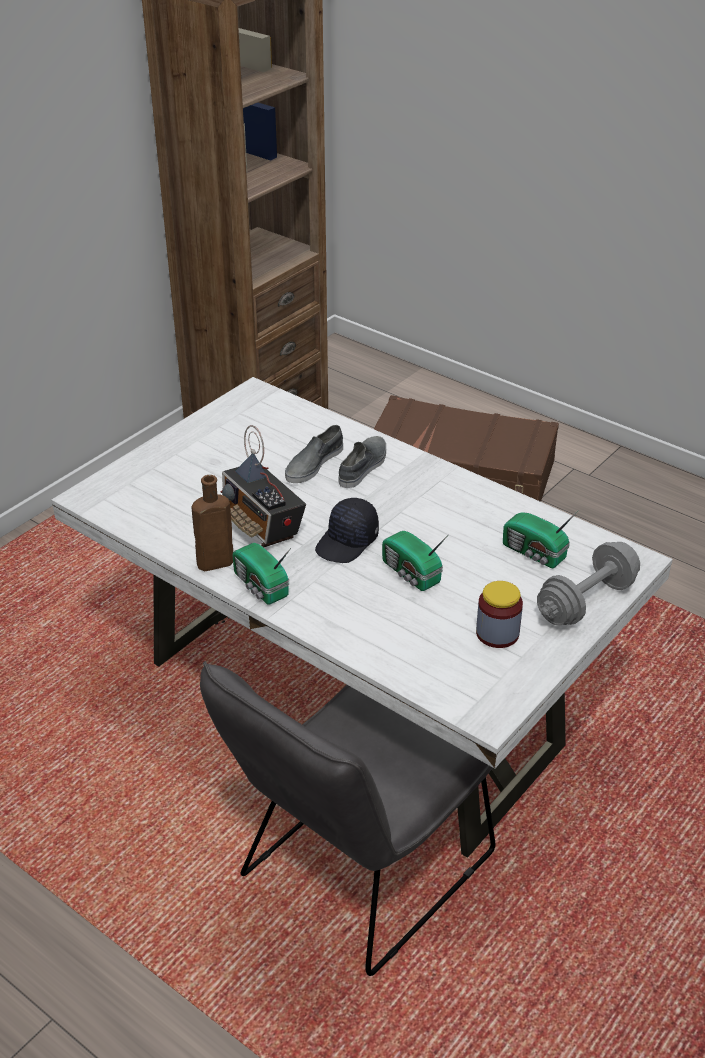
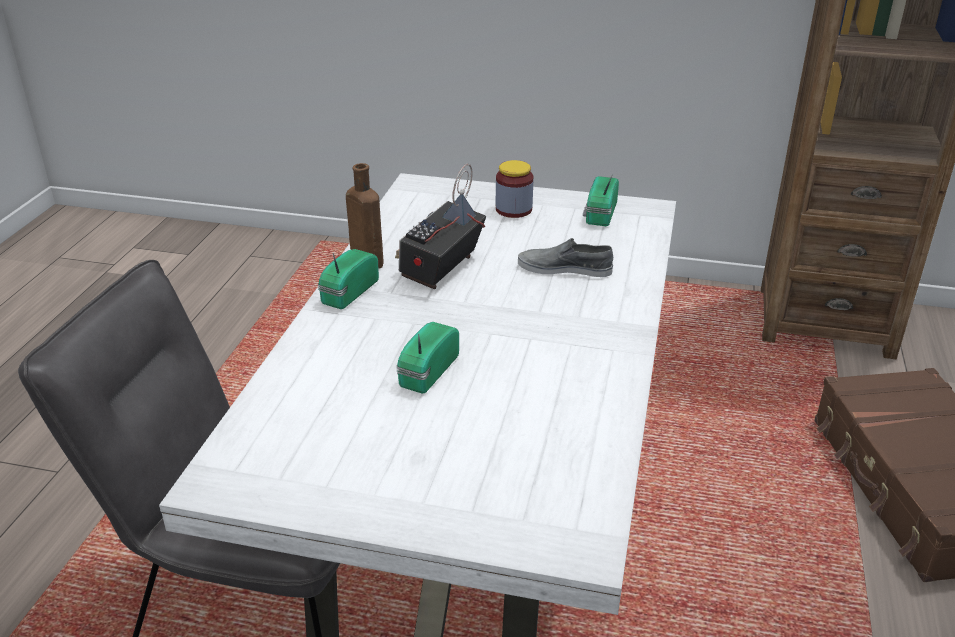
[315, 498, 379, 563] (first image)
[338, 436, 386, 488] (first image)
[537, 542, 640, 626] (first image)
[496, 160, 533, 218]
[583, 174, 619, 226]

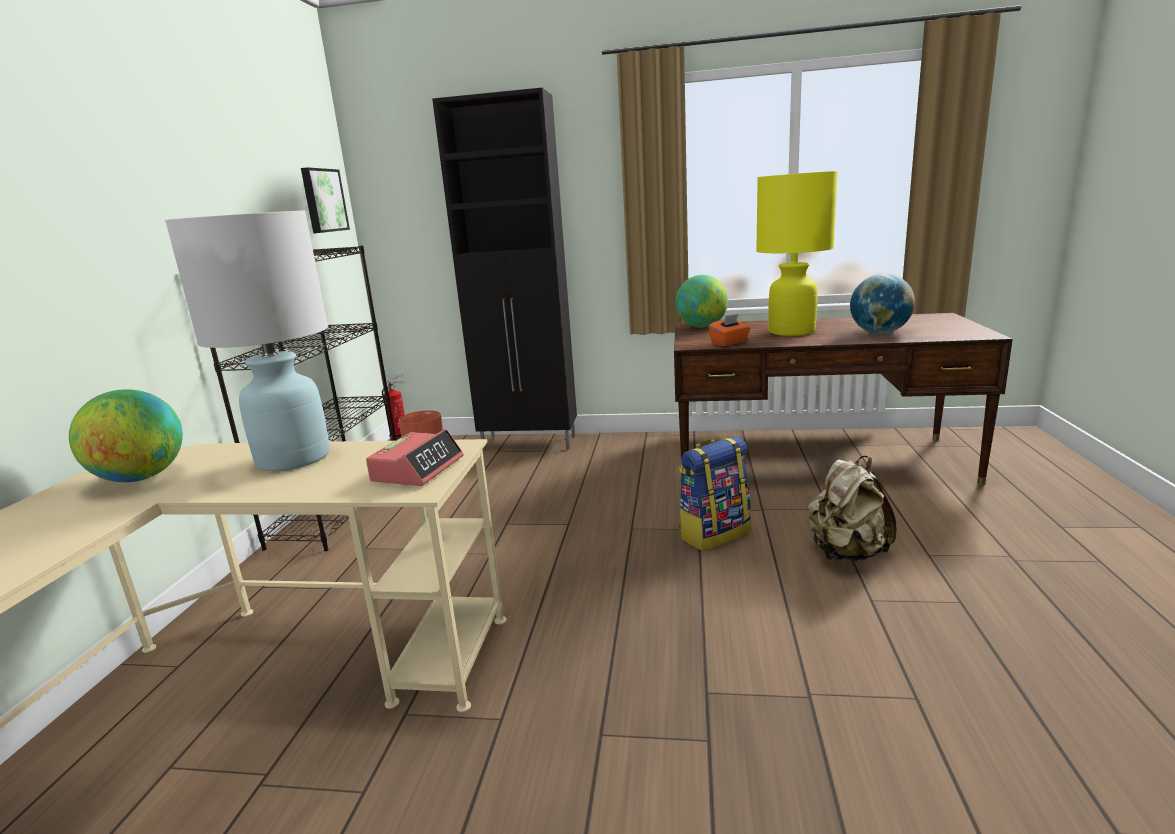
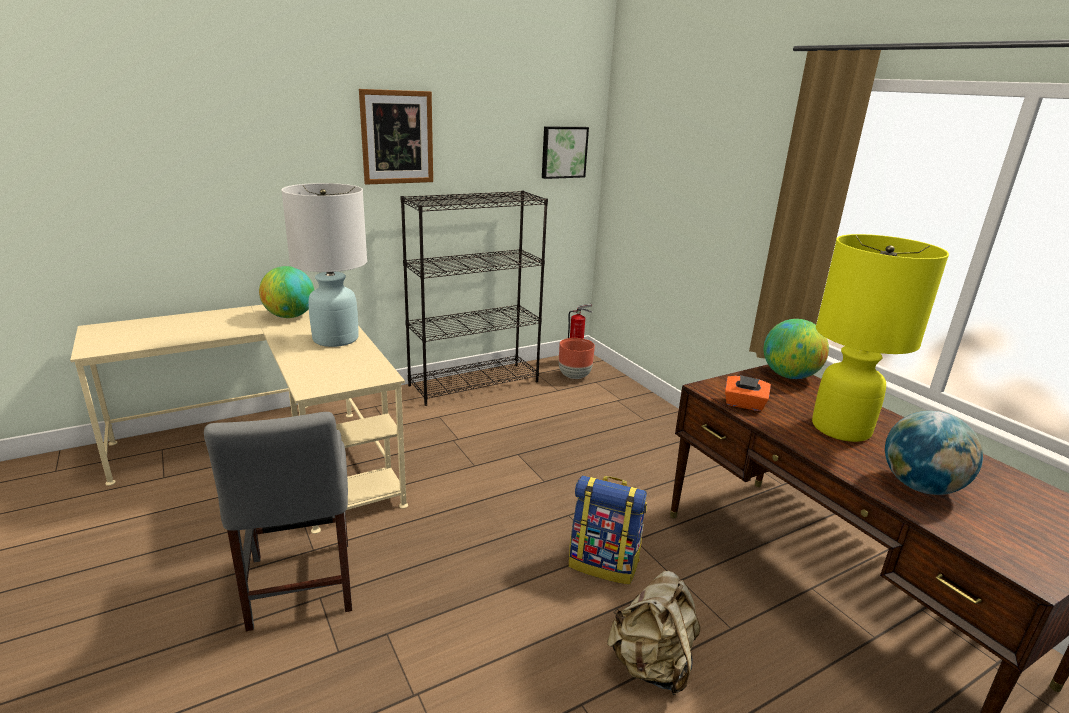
[366, 429, 464, 486] (first image)
[432, 88, 577, 451] (first image)
[204, 412, 352, 631]
[359, 89, 433, 185]

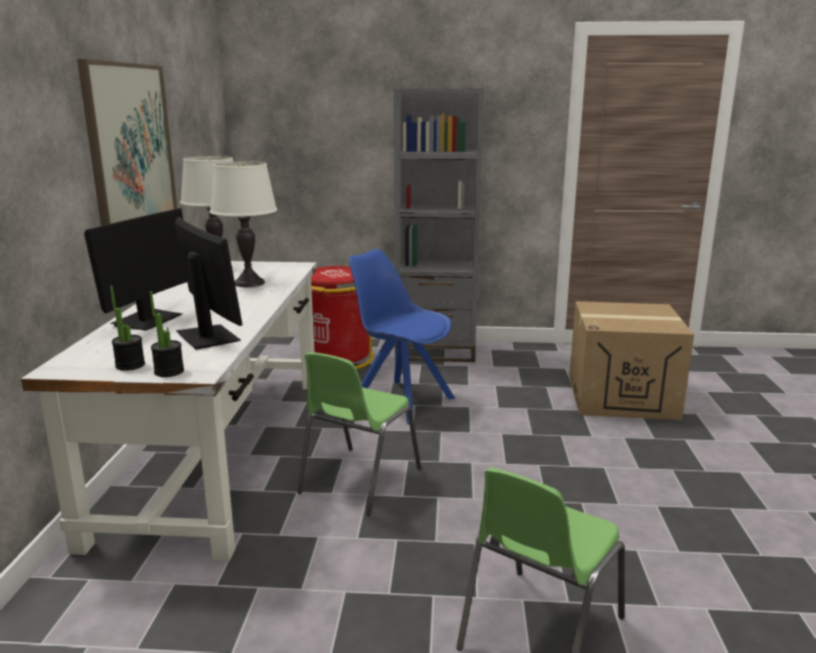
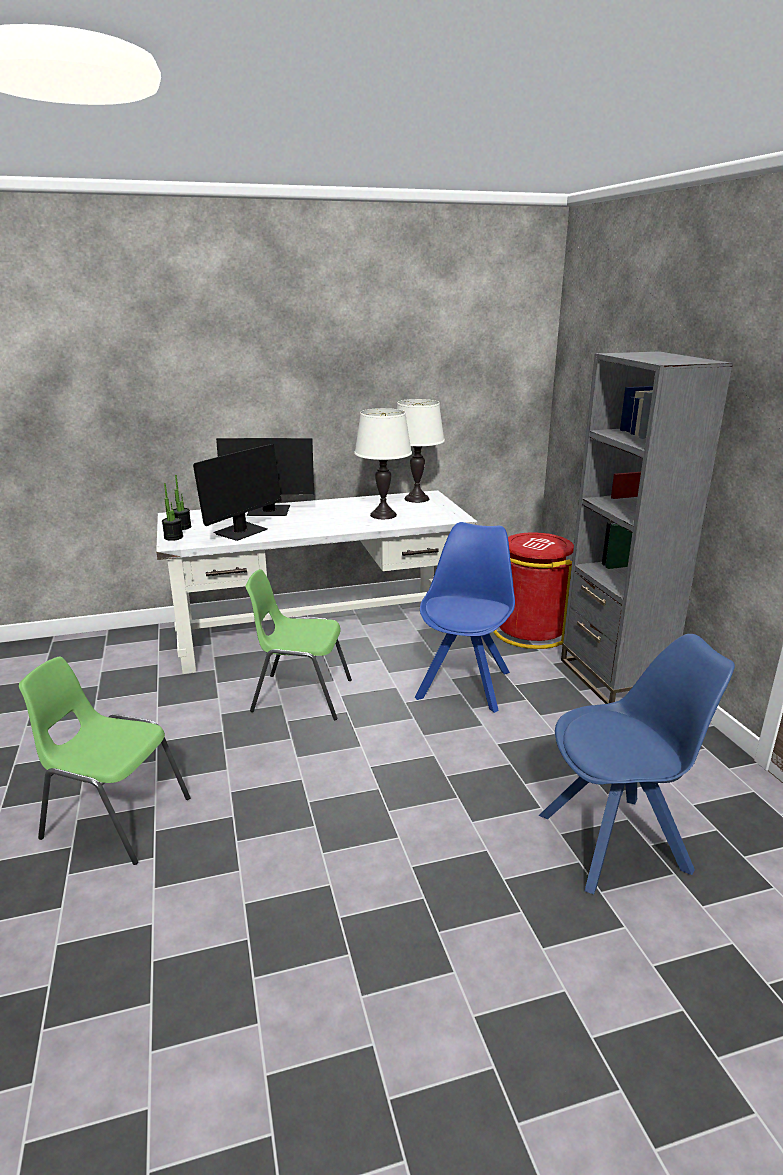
[77, 59, 178, 226] (first image)
[539, 634, 735, 894]

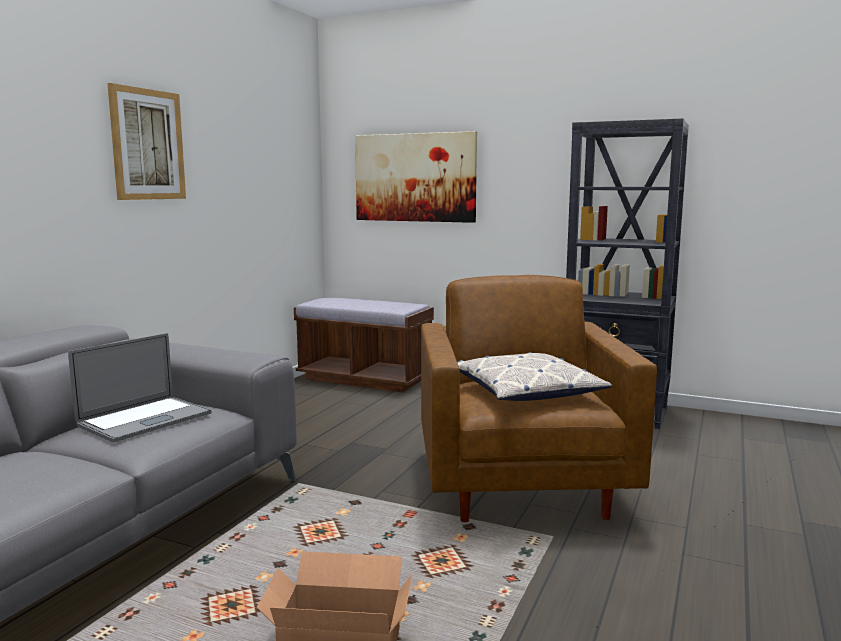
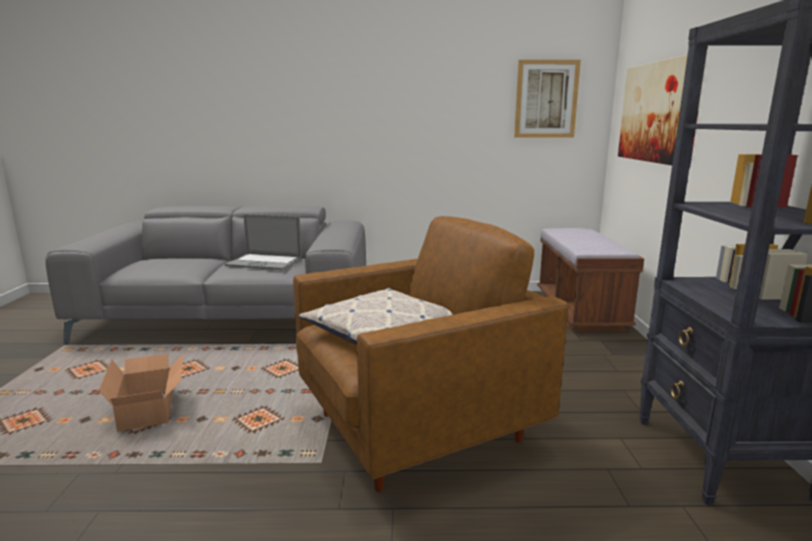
[514, 60, 581, 138]

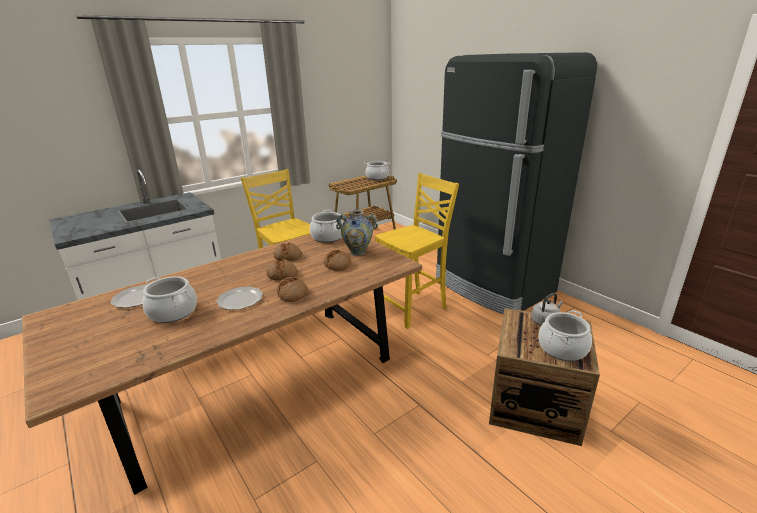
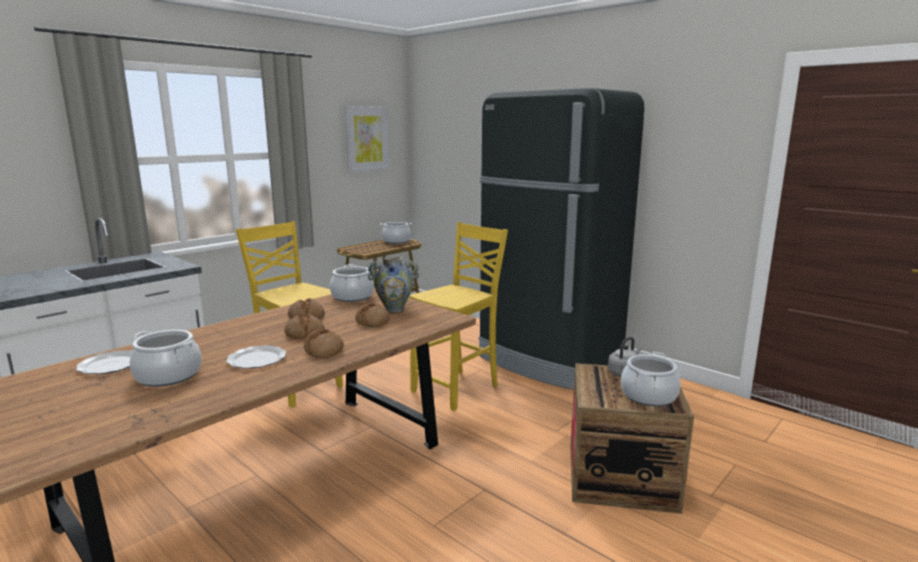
[344, 106, 389, 172]

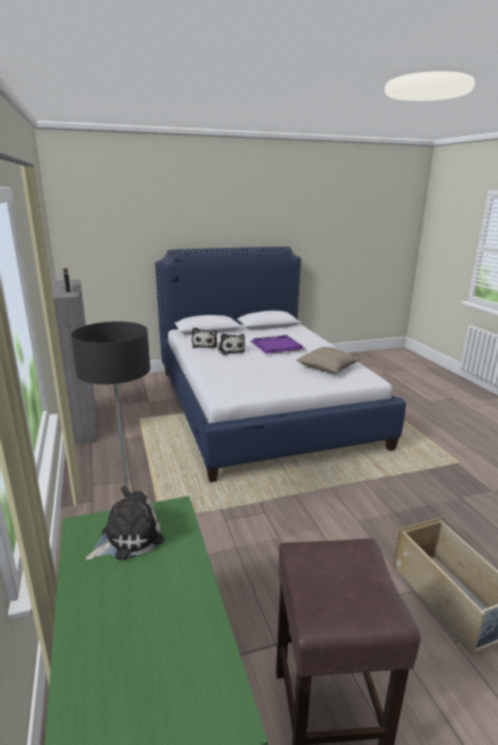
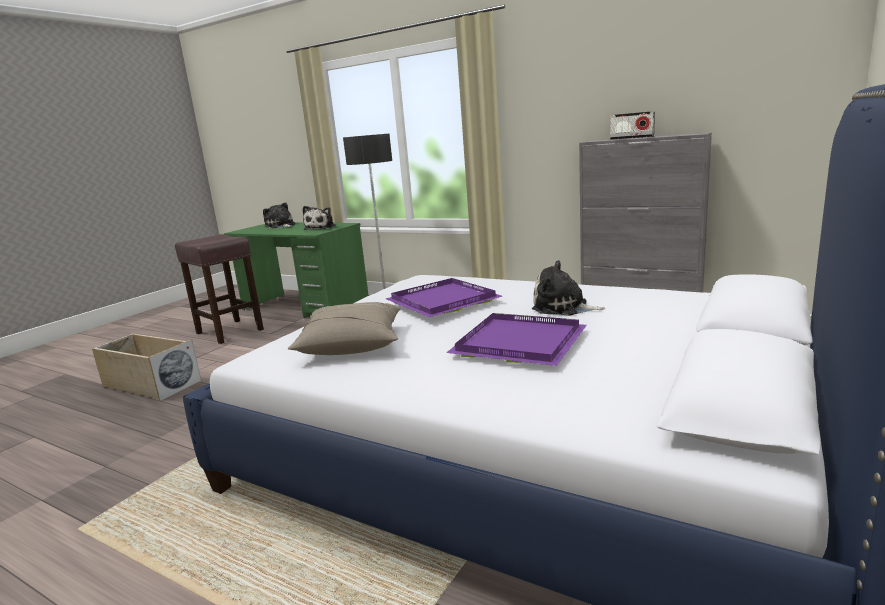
[386, 278, 502, 317]
[263, 202, 296, 228]

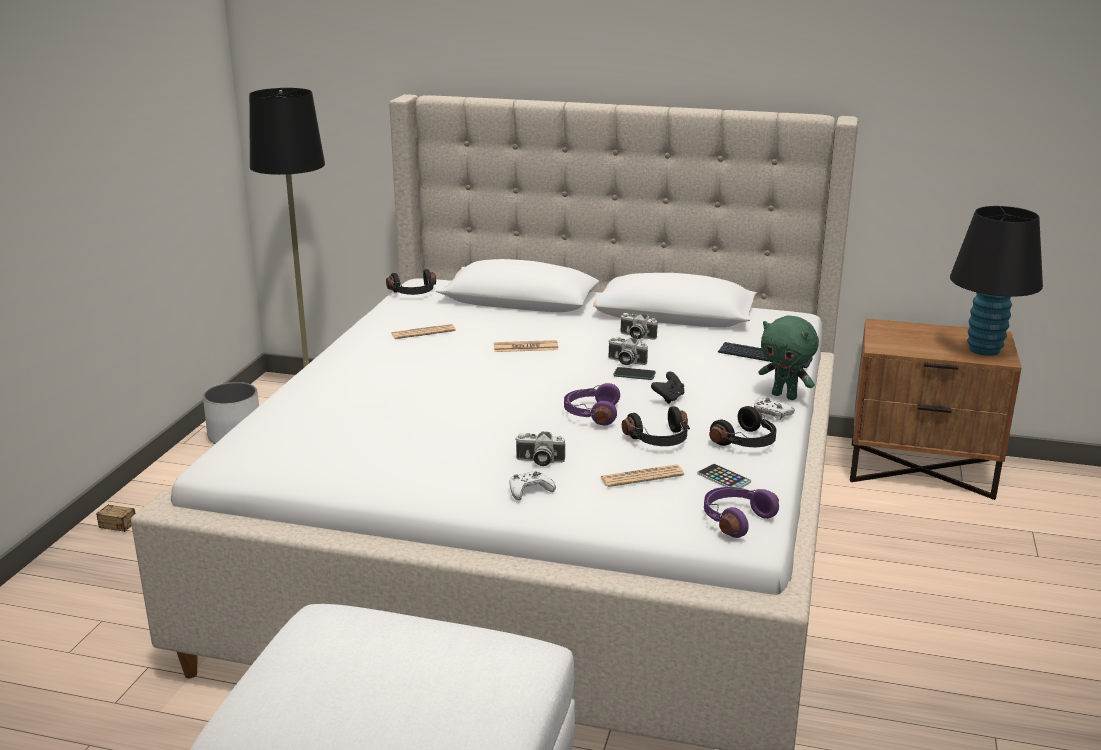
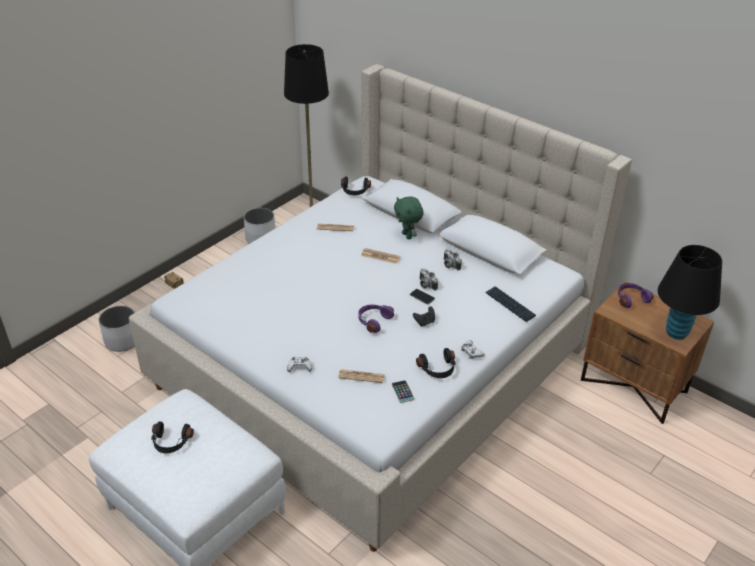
[515, 431, 565, 466] (first image)
[99, 306, 135, 352]
[151, 421, 194, 453]
[618, 283, 654, 308]
[394, 197, 424, 240]

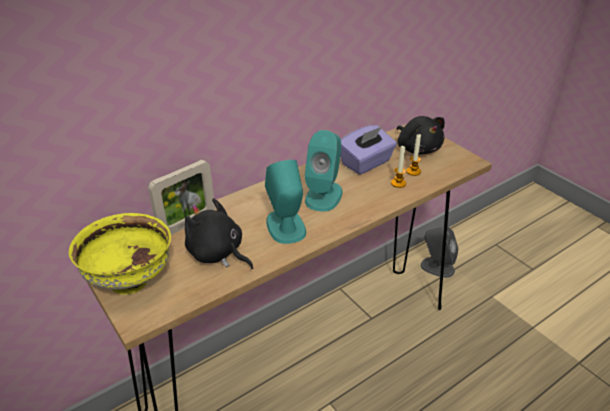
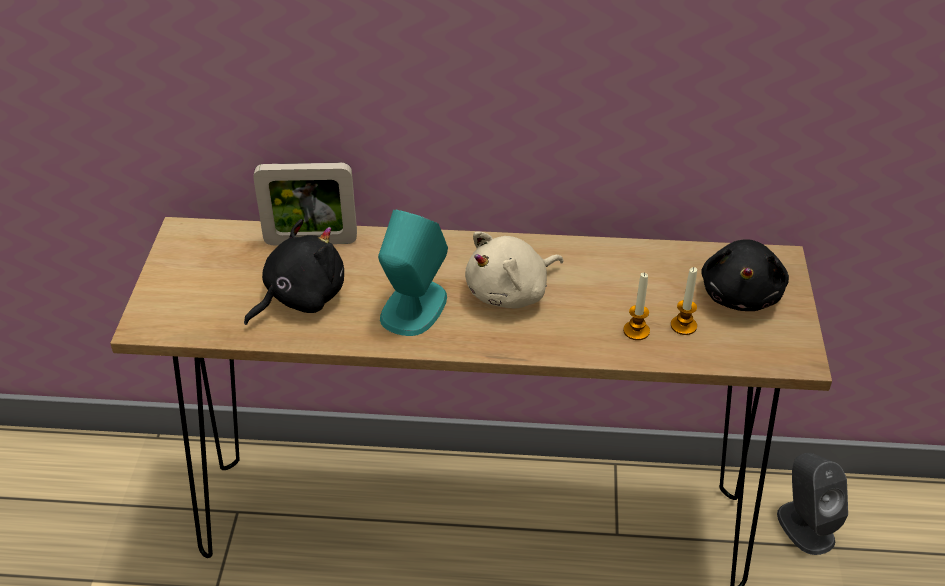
[69, 213, 171, 295] (first image)
[340, 125, 397, 175] (first image)
[465, 231, 564, 308]
[244, 219, 344, 325]

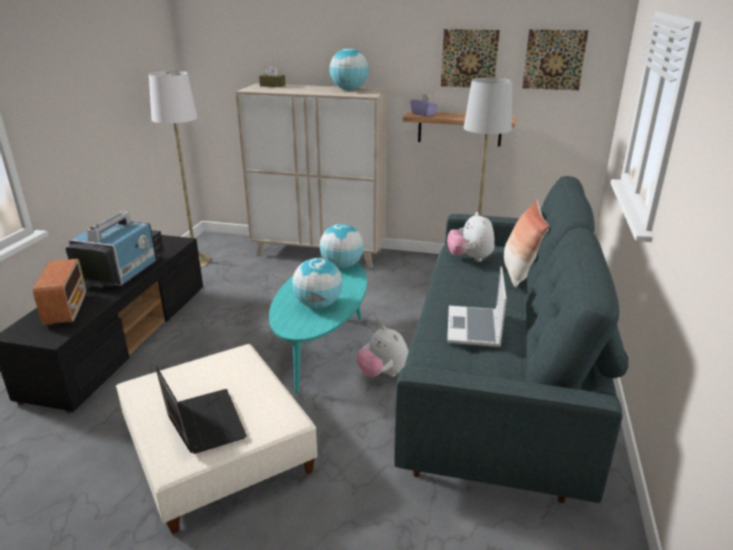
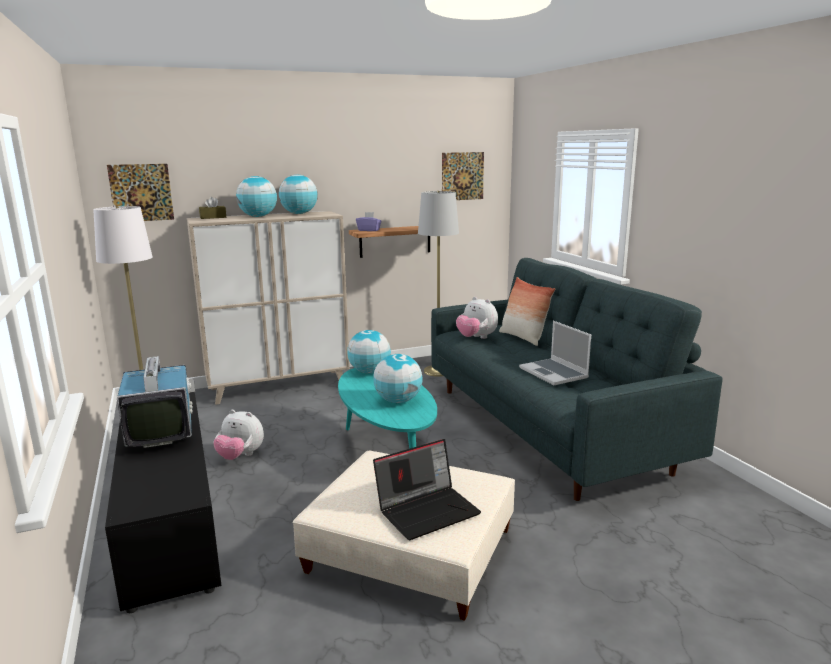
[33, 259, 86, 326] (first image)
[236, 176, 277, 217]
[214, 410, 264, 460]
[107, 164, 174, 221]
[373, 439, 481, 540]

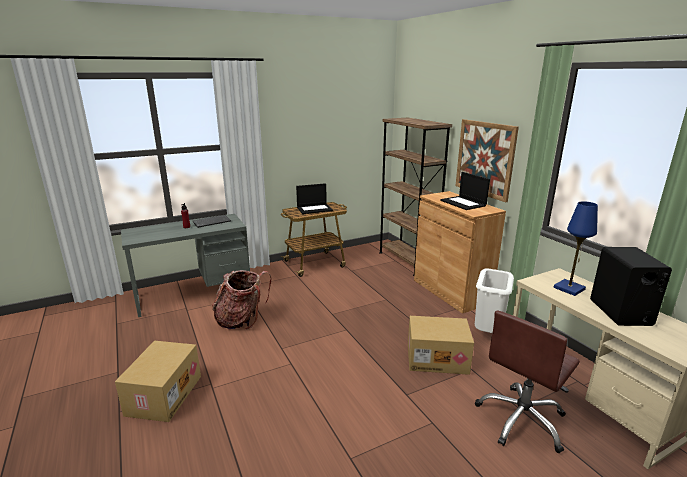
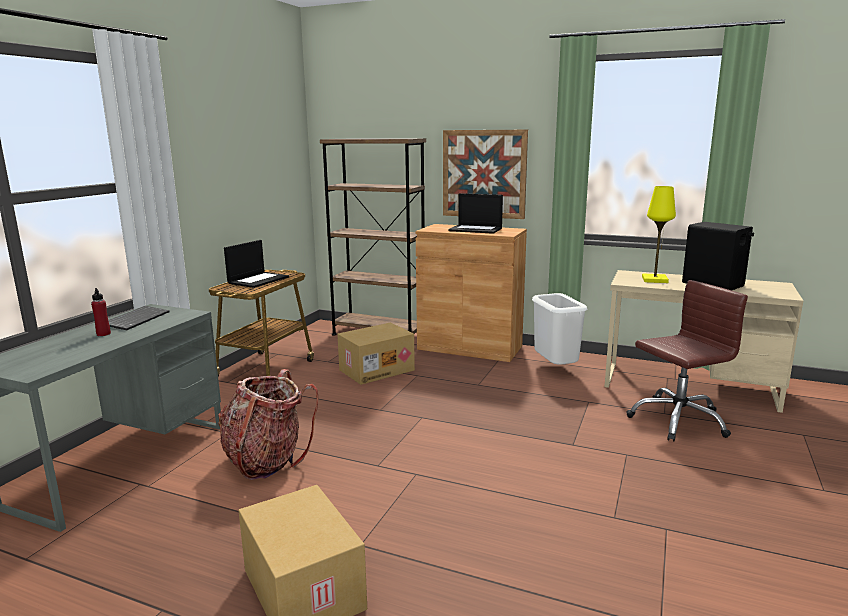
[337, 322, 415, 385]
[642, 186, 676, 283]
[626, 280, 748, 441]

